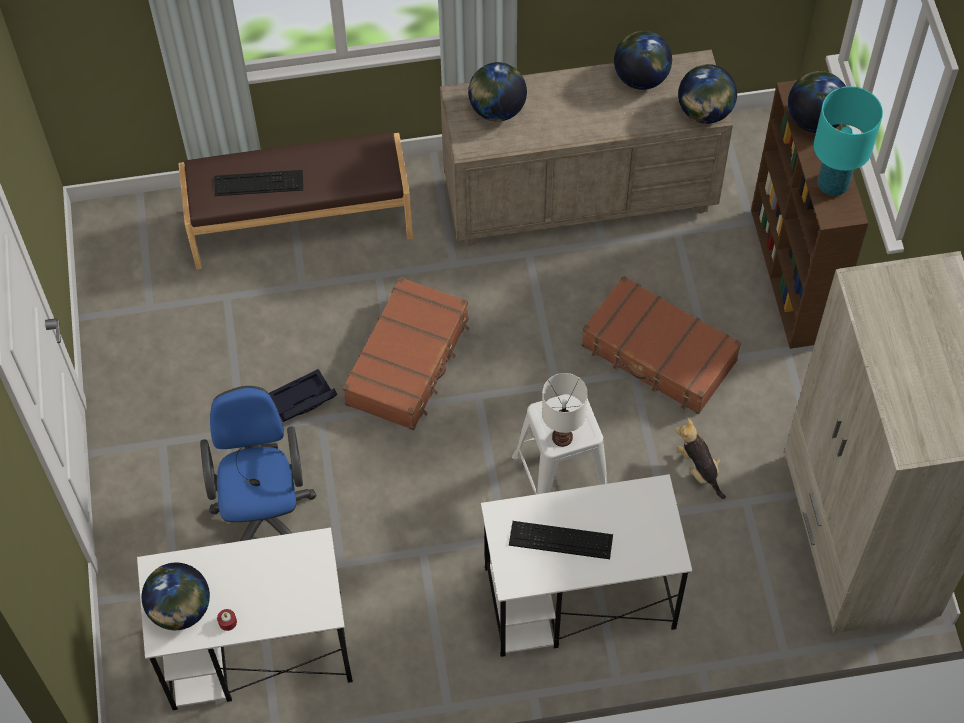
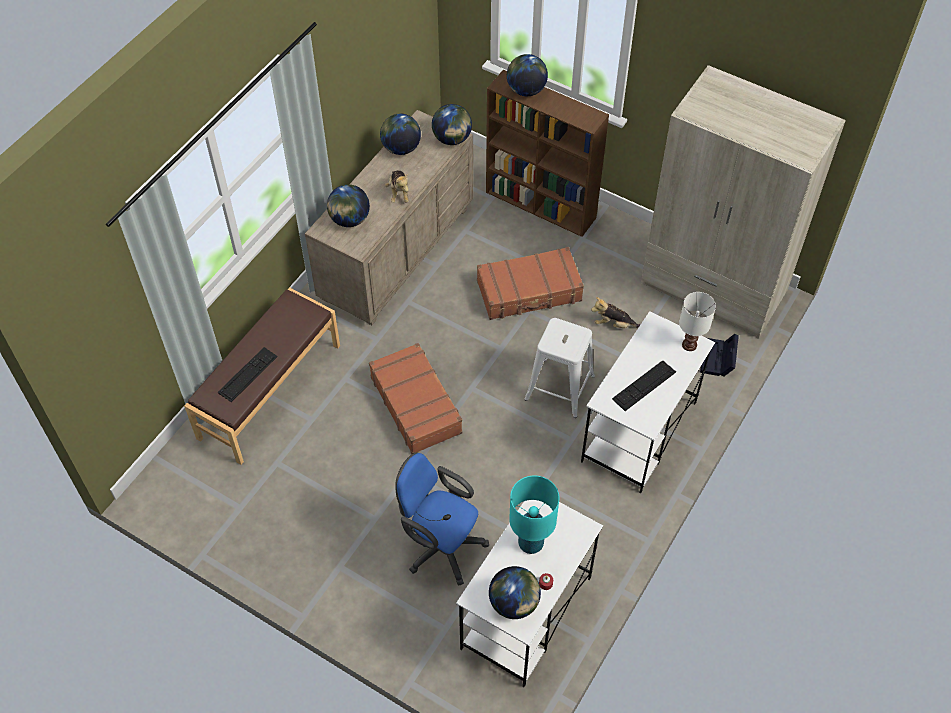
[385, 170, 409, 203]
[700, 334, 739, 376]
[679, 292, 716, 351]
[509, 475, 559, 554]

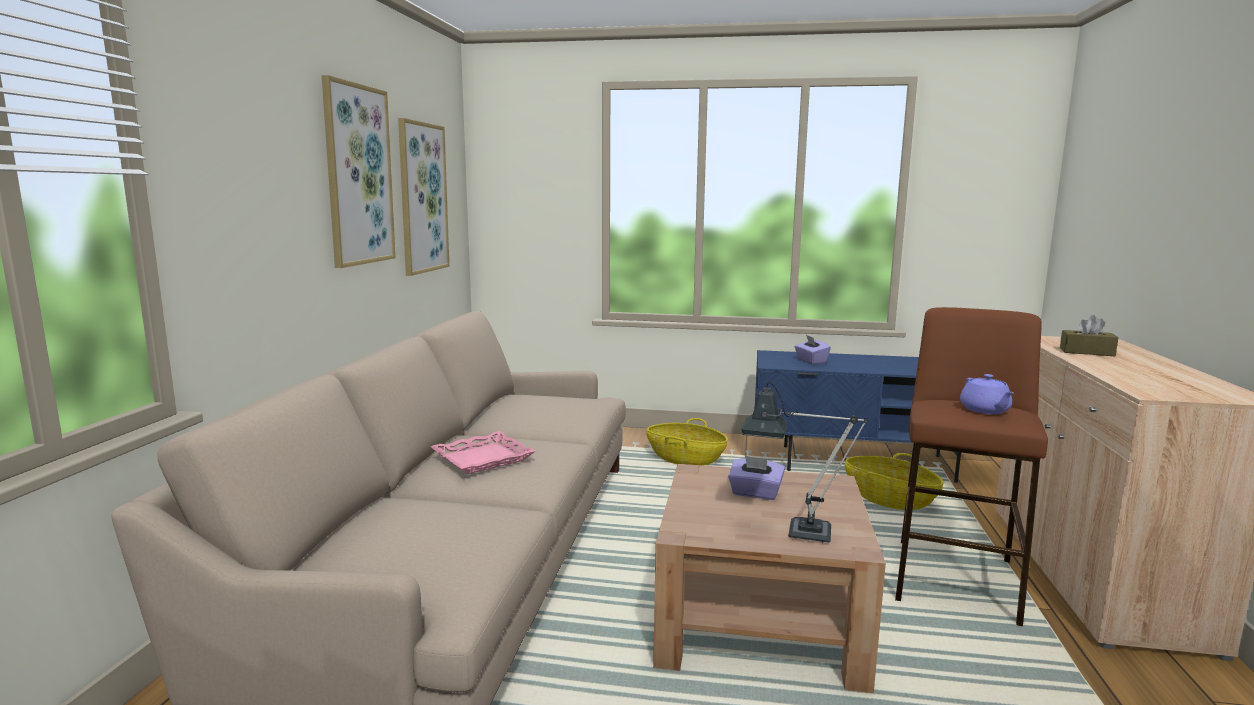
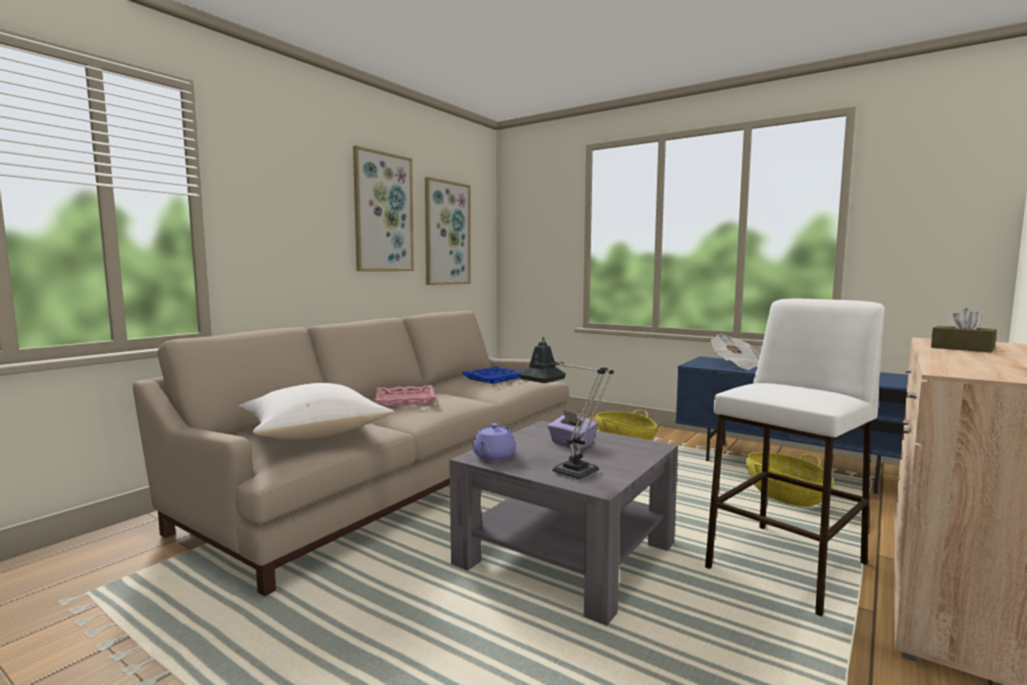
[238, 383, 394, 440]
[462, 366, 523, 384]
[473, 423, 516, 461]
[711, 334, 760, 370]
[449, 421, 678, 626]
[705, 299, 885, 616]

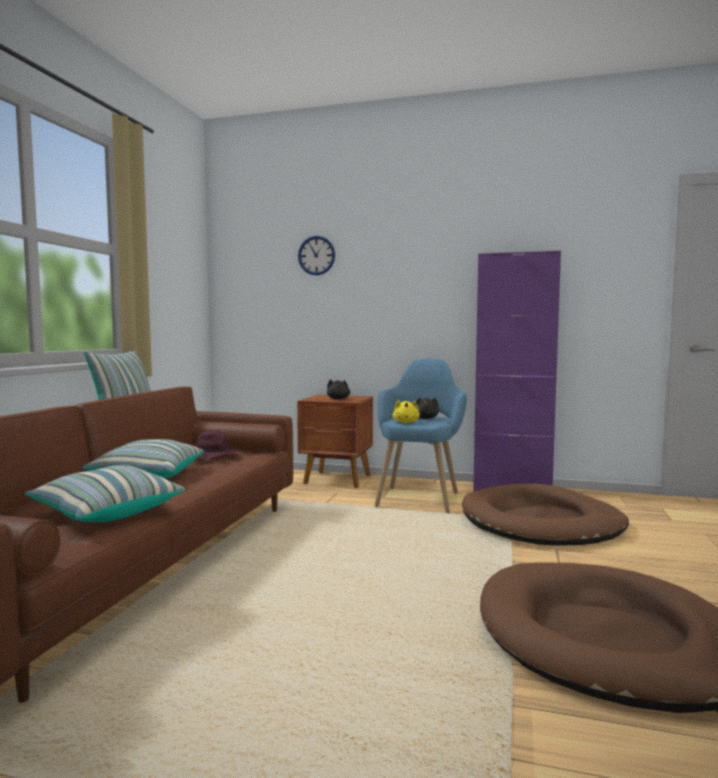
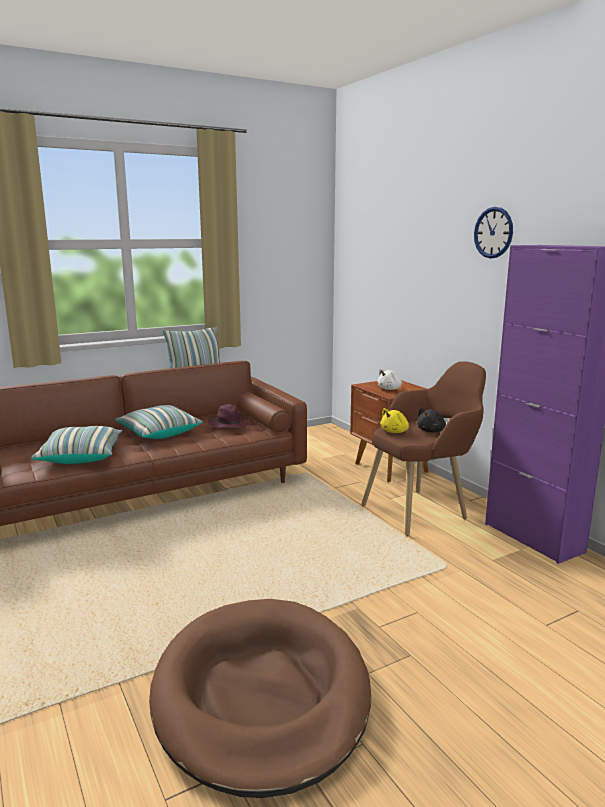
[462, 483, 629, 546] (first image)
[474, 207, 513, 258]
[377, 369, 403, 390]
[361, 361, 486, 536]

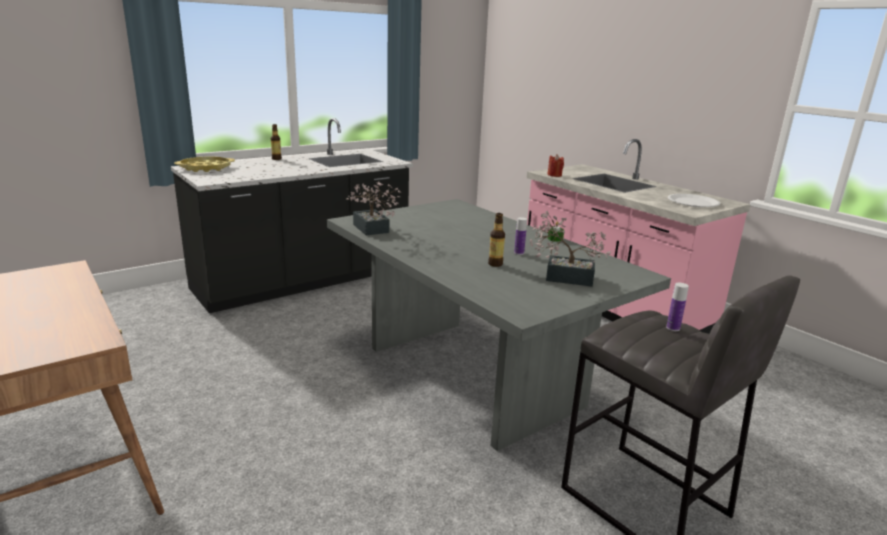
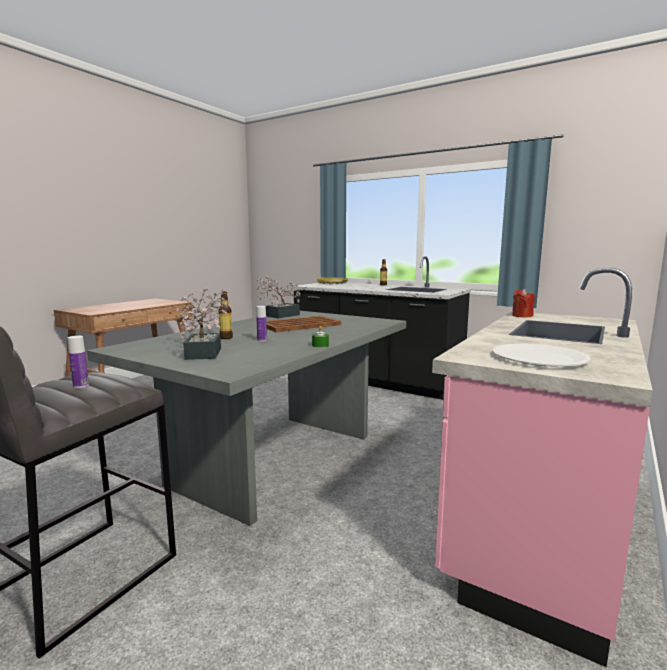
[266, 316, 341, 332]

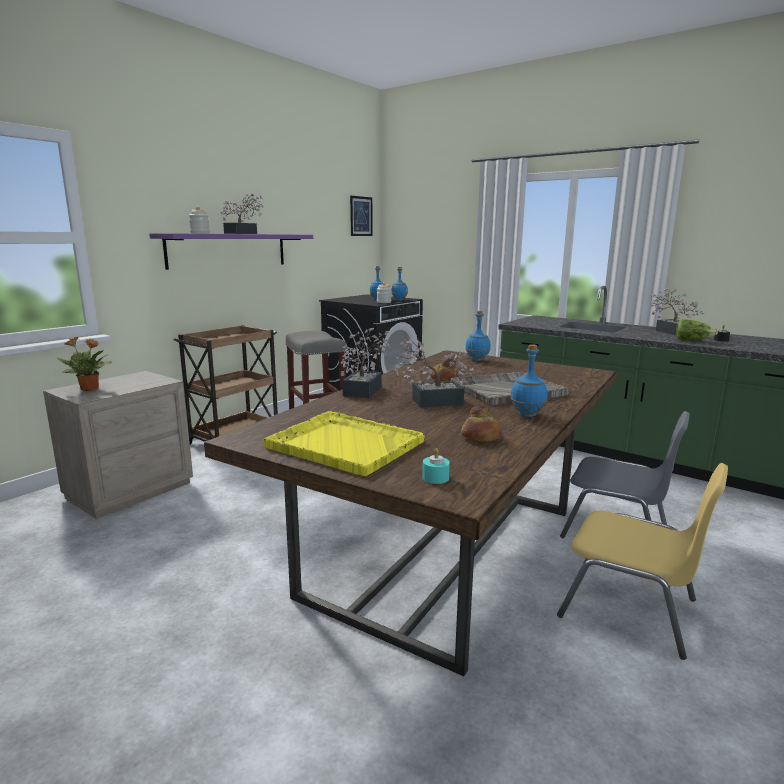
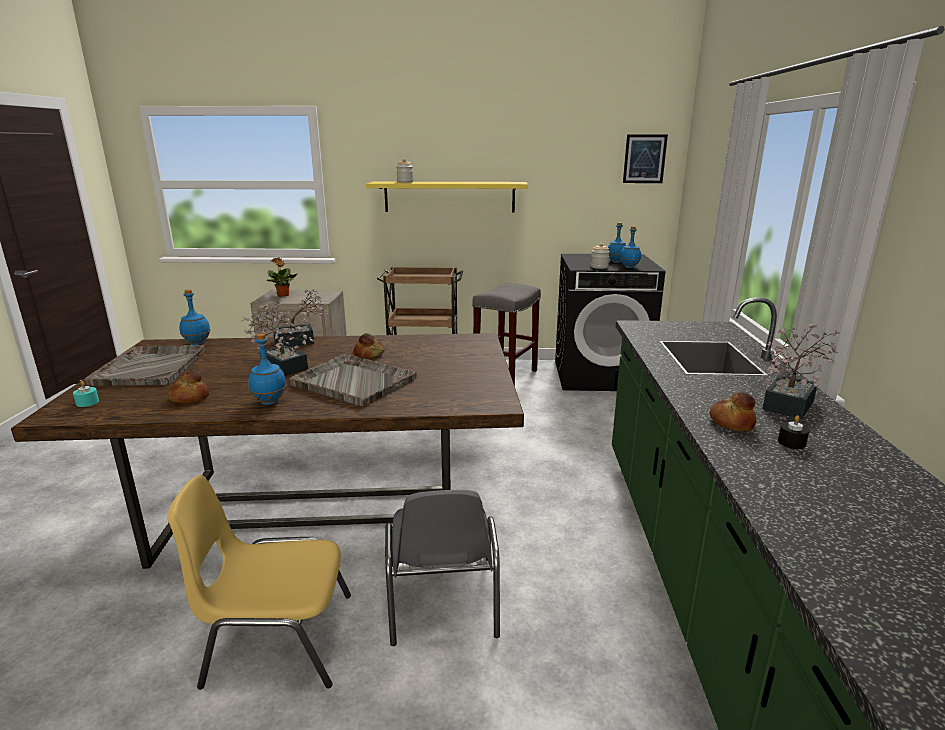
[221, 194, 264, 234] (first image)
[179, 289, 211, 345]
[709, 392, 757, 431]
[366, 182, 528, 213]
[84, 345, 206, 386]
[167, 475, 351, 690]

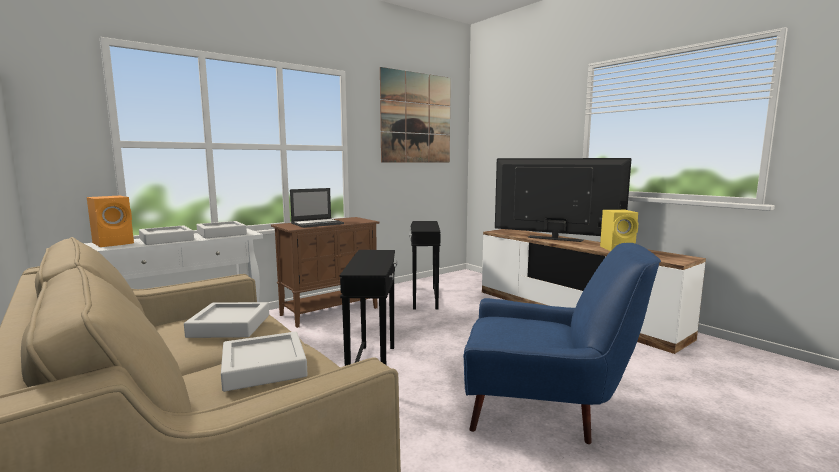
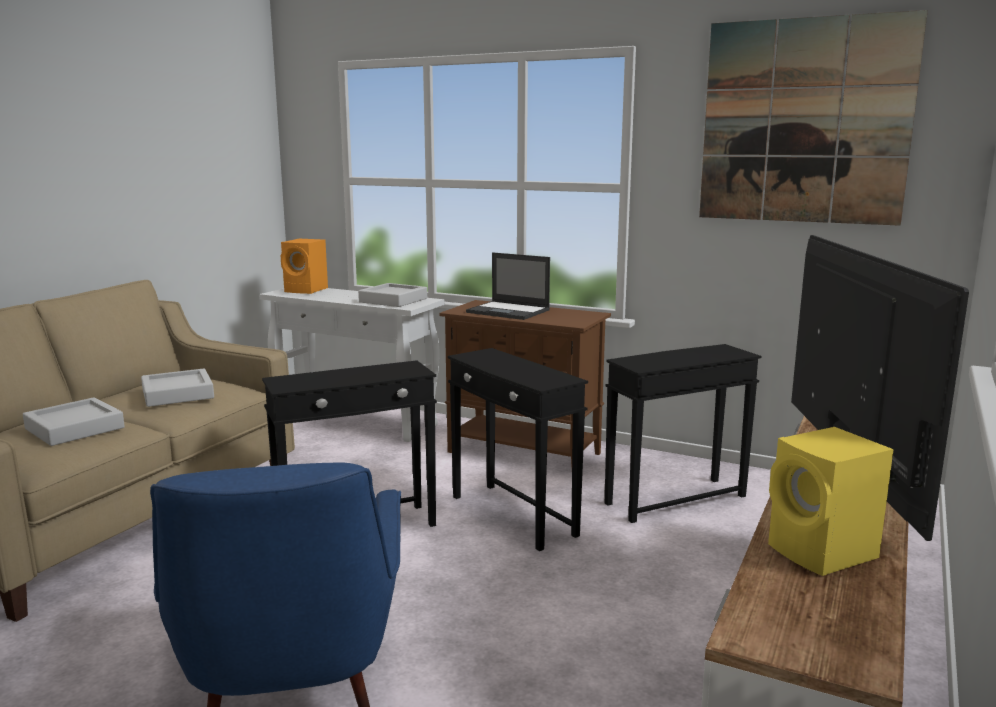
[139, 225, 194, 245] (first image)
[448, 348, 588, 551]

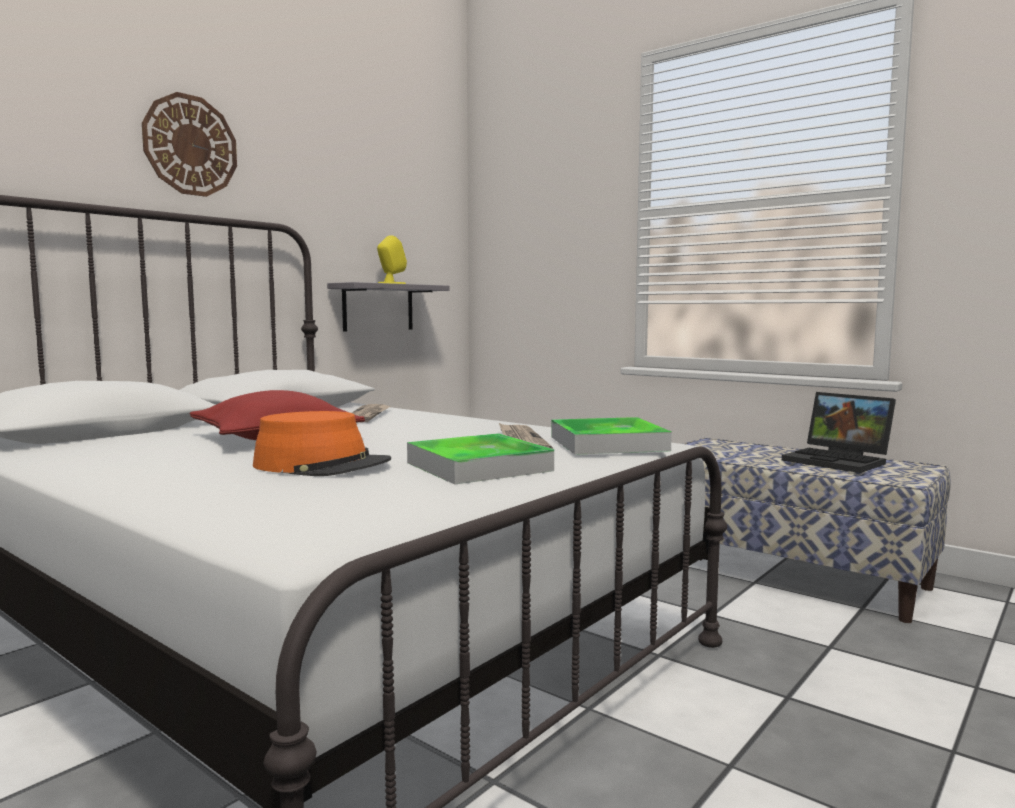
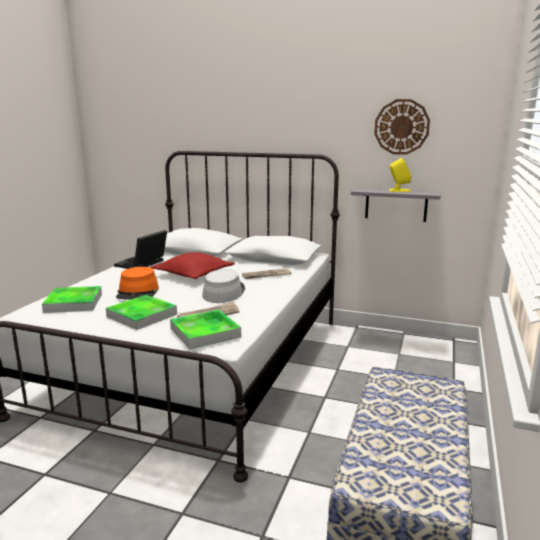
[42, 286, 102, 313]
[202, 269, 245, 303]
[374, 99, 430, 155]
[114, 230, 167, 269]

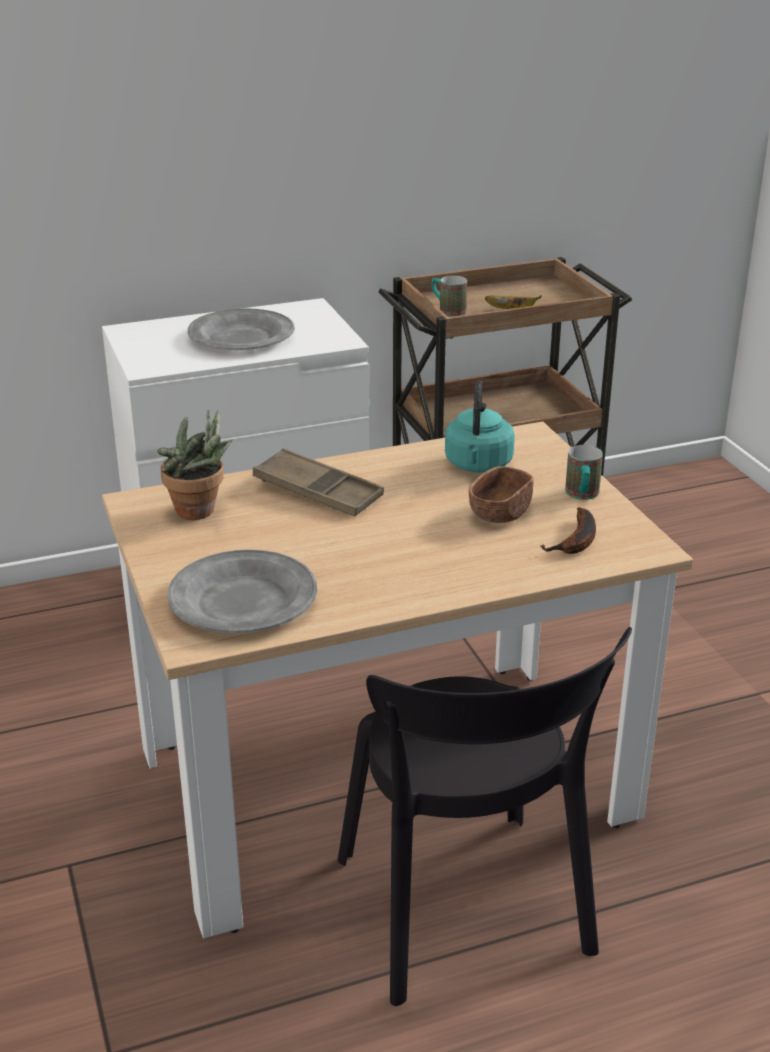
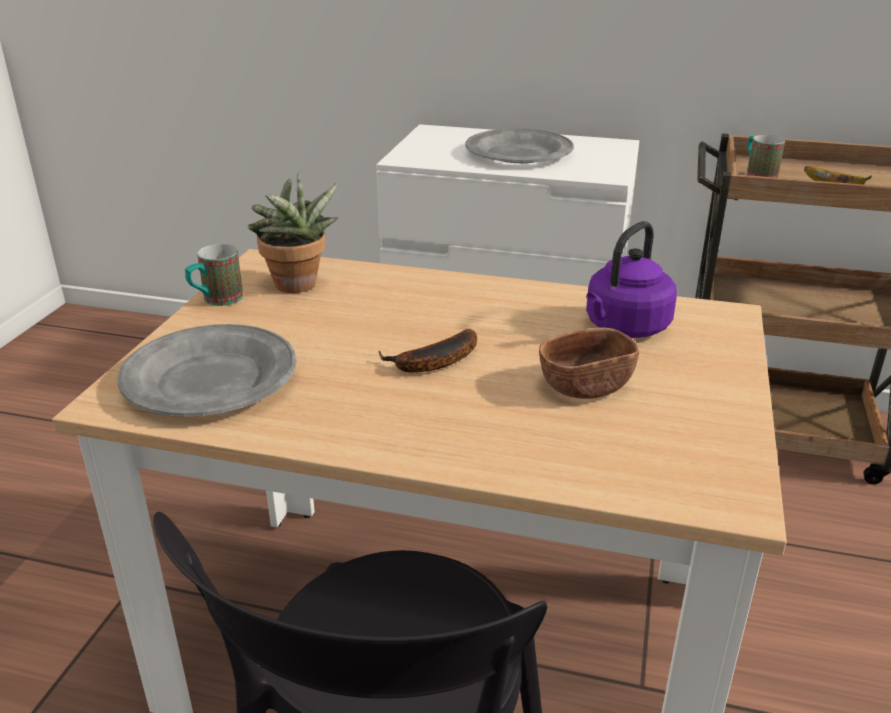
[253, 448, 384, 517] (first image)
[378, 329, 477, 373]
[185, 244, 243, 306]
[586, 221, 677, 338]

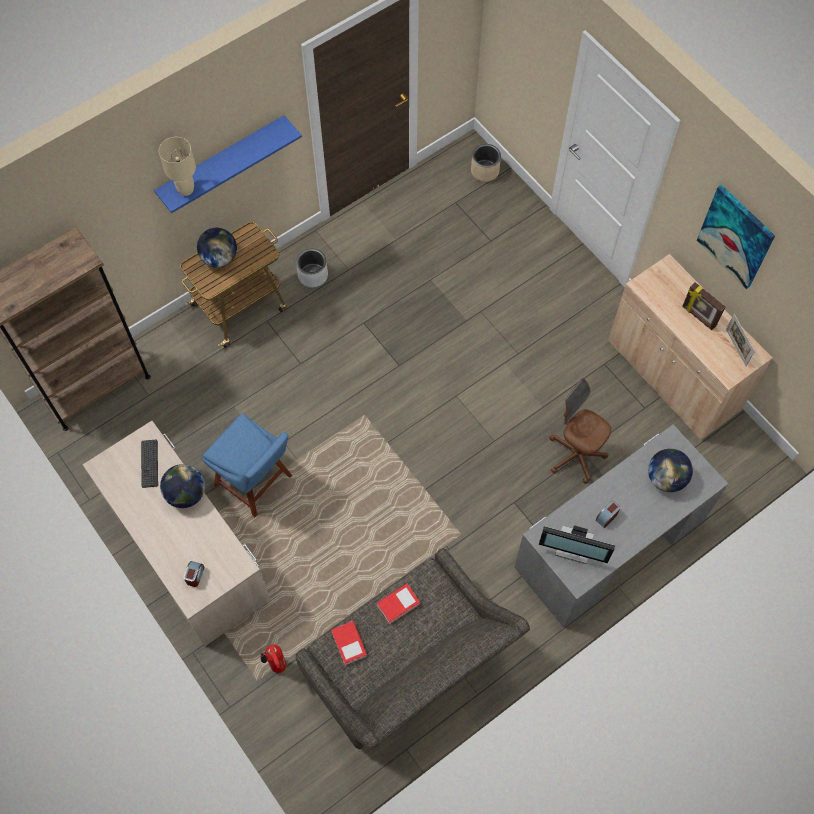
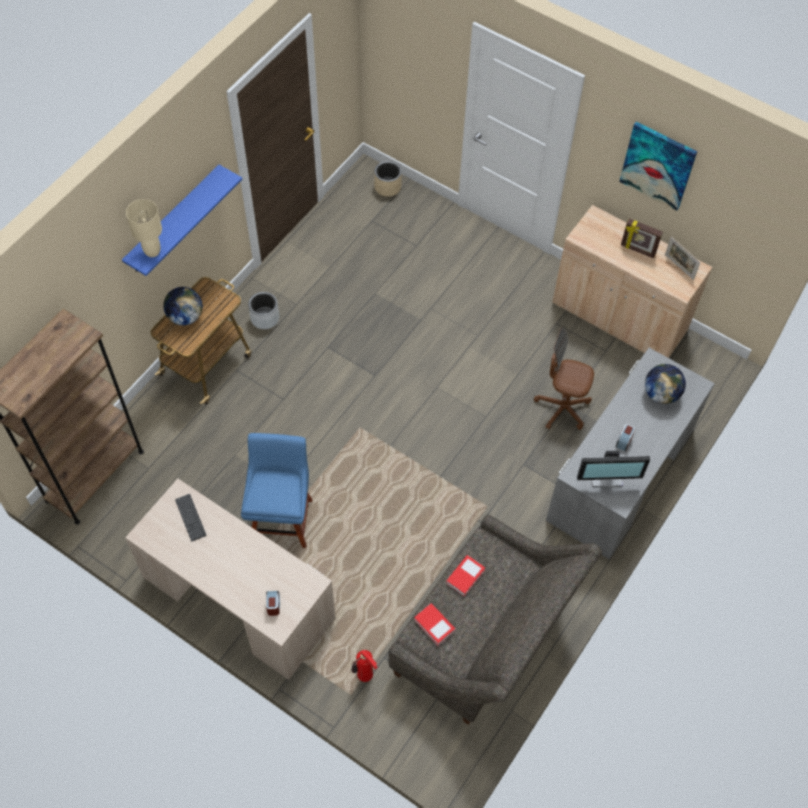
[160, 464, 205, 508] (first image)
[241, 433, 312, 548]

